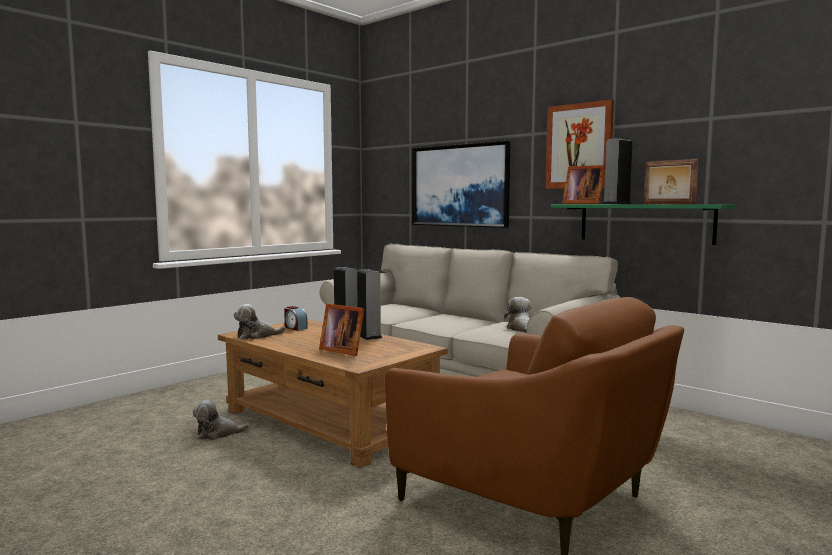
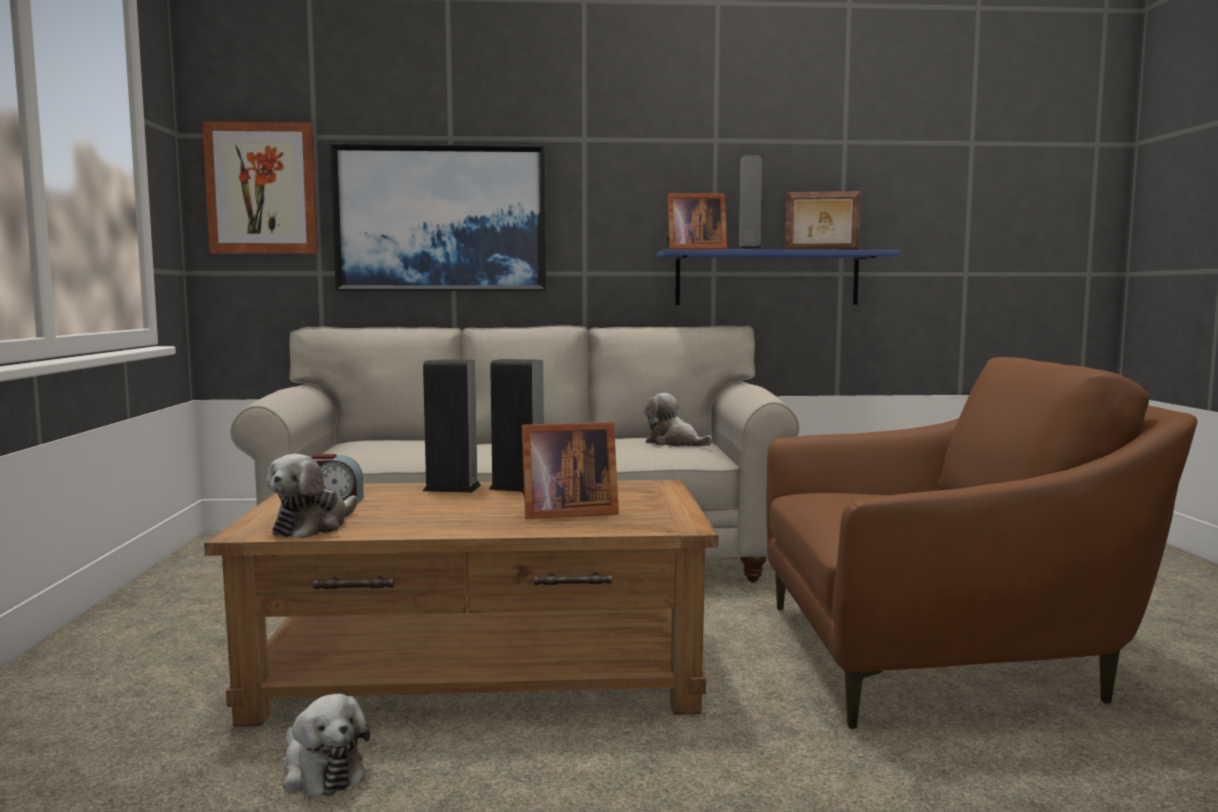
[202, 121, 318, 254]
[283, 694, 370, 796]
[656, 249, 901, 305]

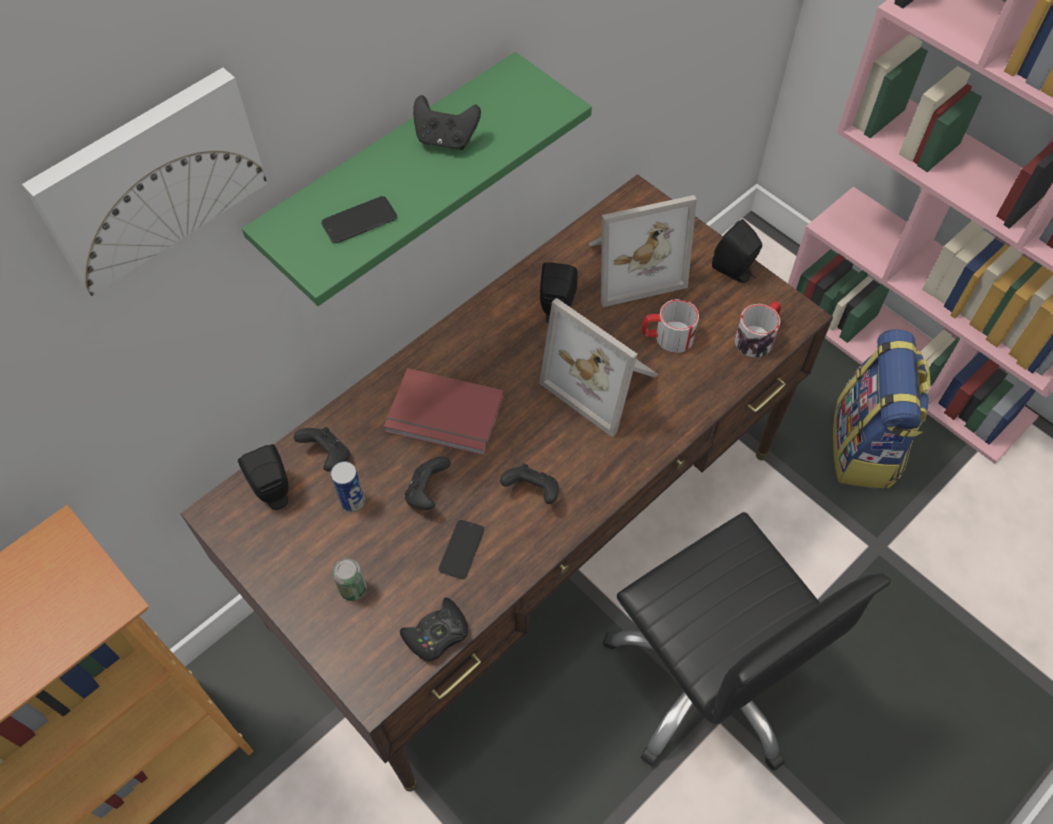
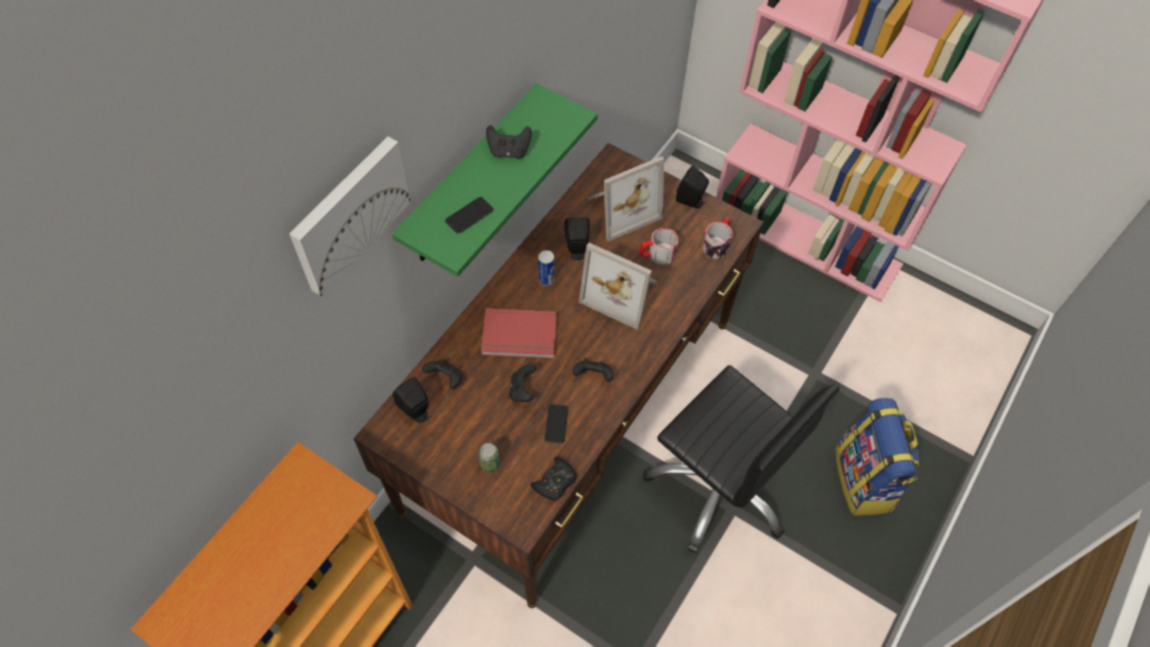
[538, 250, 554, 286]
[836, 398, 919, 515]

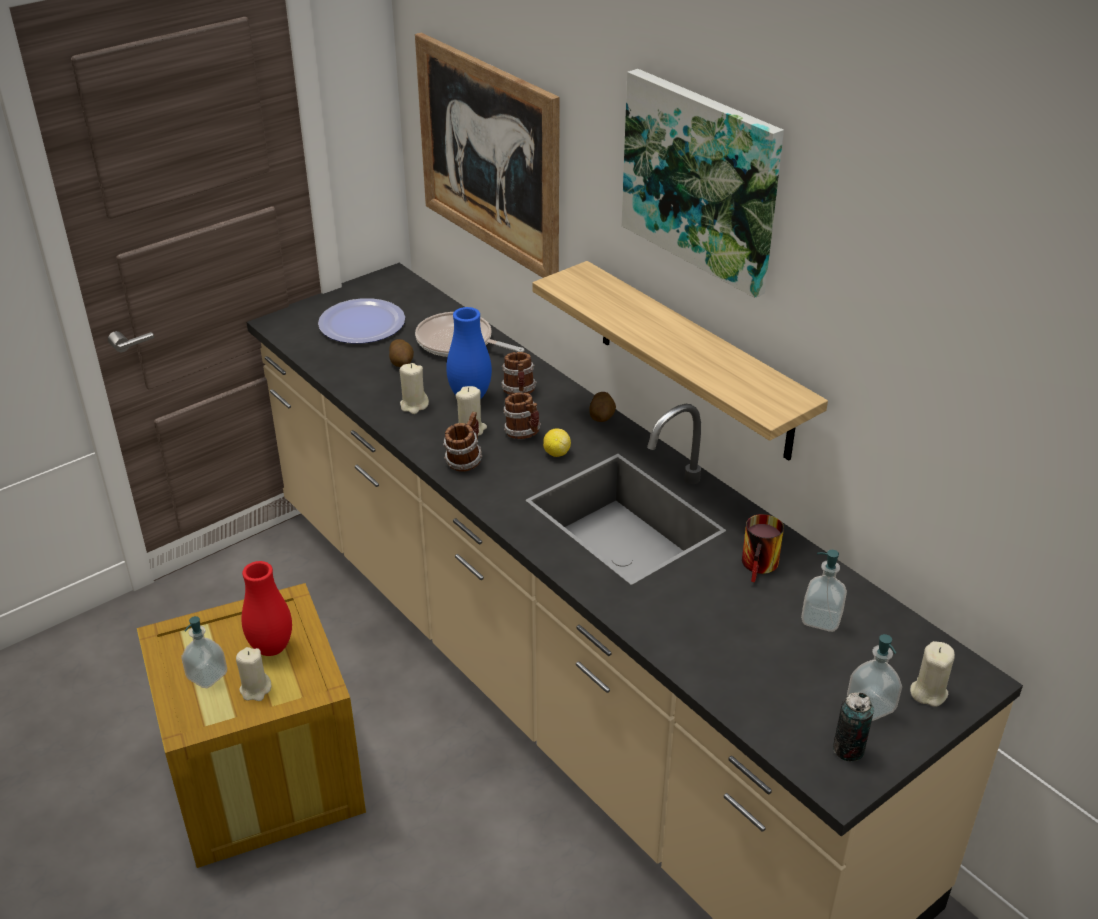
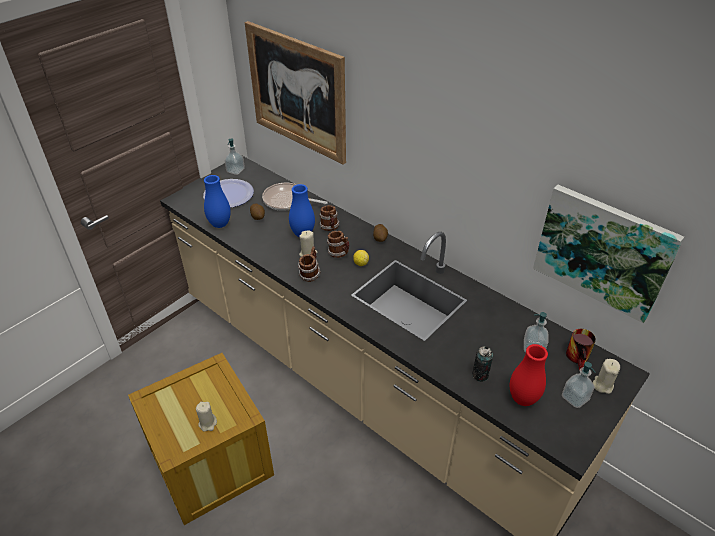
[204, 175, 231, 228]
[225, 139, 245, 175]
[472, 346, 493, 382]
[510, 344, 548, 406]
[533, 185, 684, 323]
[566, 329, 596, 371]
[399, 363, 429, 414] (first image)
[532, 261, 828, 461] (first image)

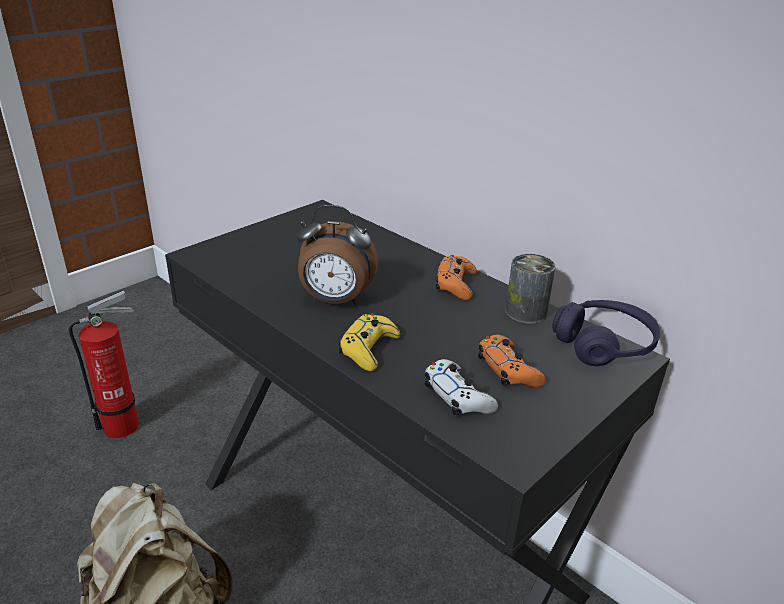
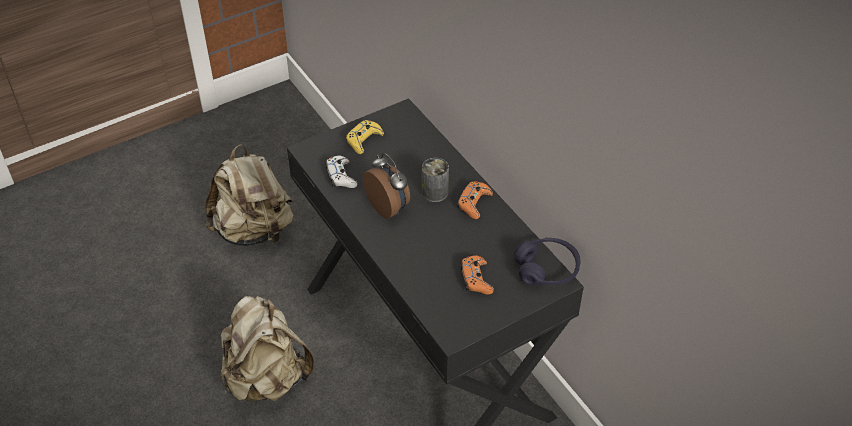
[204, 144, 294, 246]
[326, 155, 357, 188]
[346, 120, 384, 154]
[363, 153, 410, 219]
[422, 158, 449, 202]

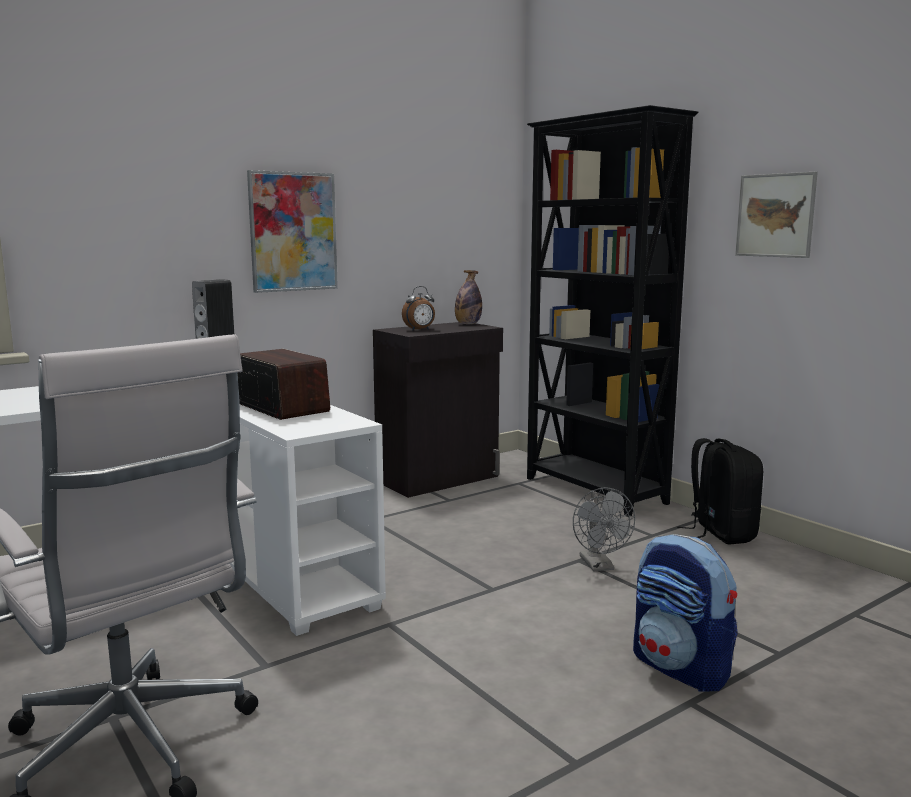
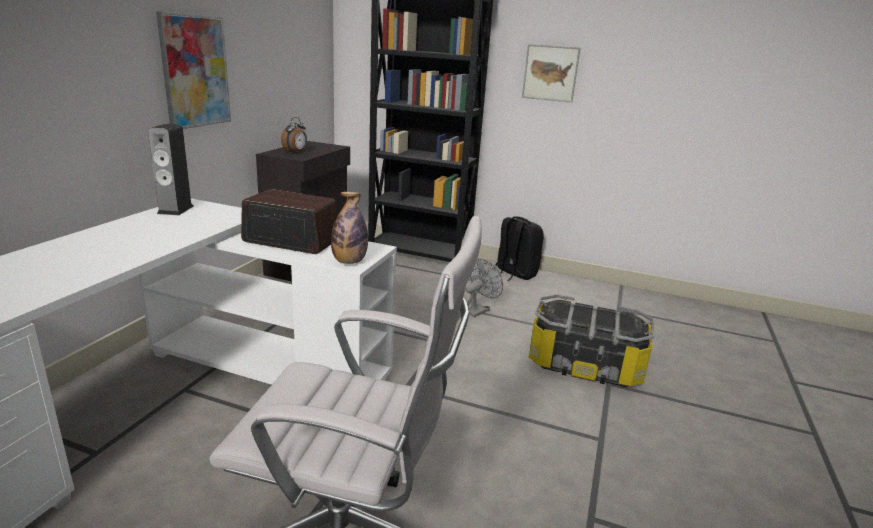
[331, 192, 368, 264]
[466, 259, 503, 317]
[529, 294, 654, 387]

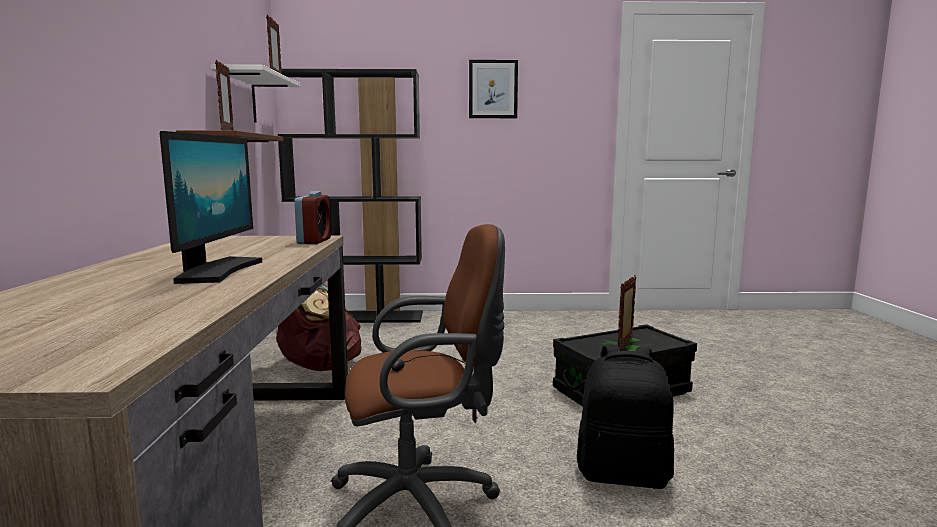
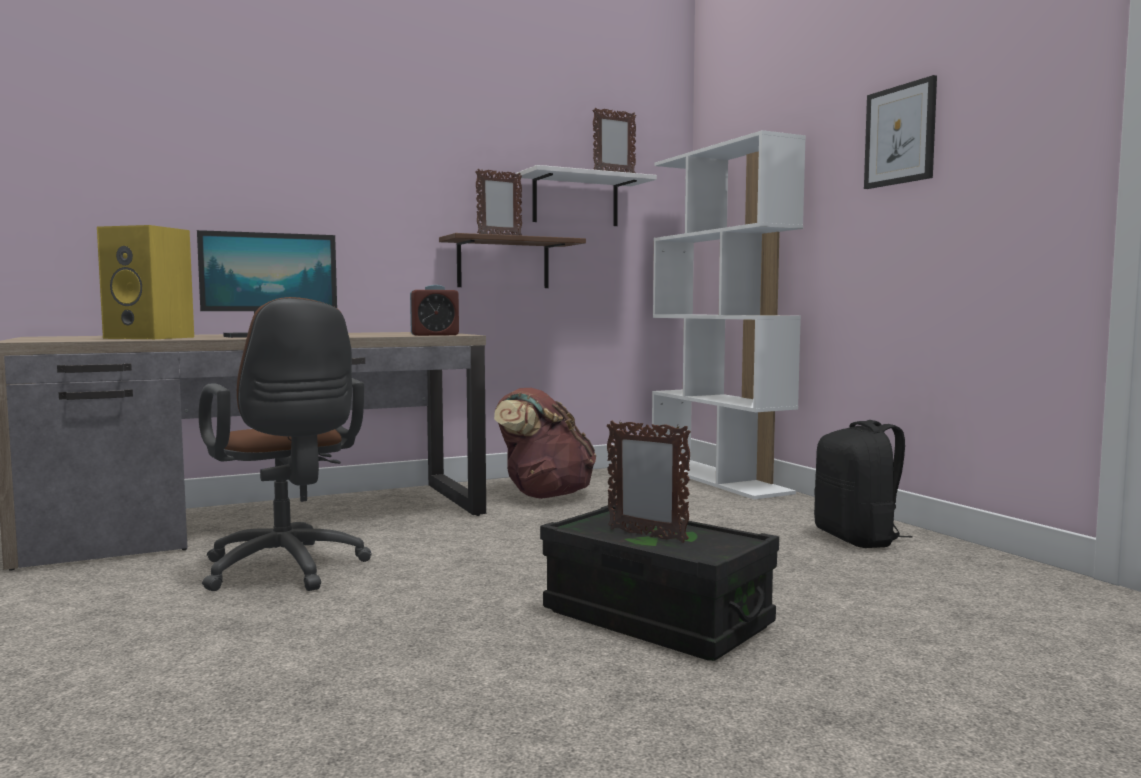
[97, 225, 194, 339]
[607, 421, 691, 543]
[652, 130, 806, 499]
[814, 420, 913, 548]

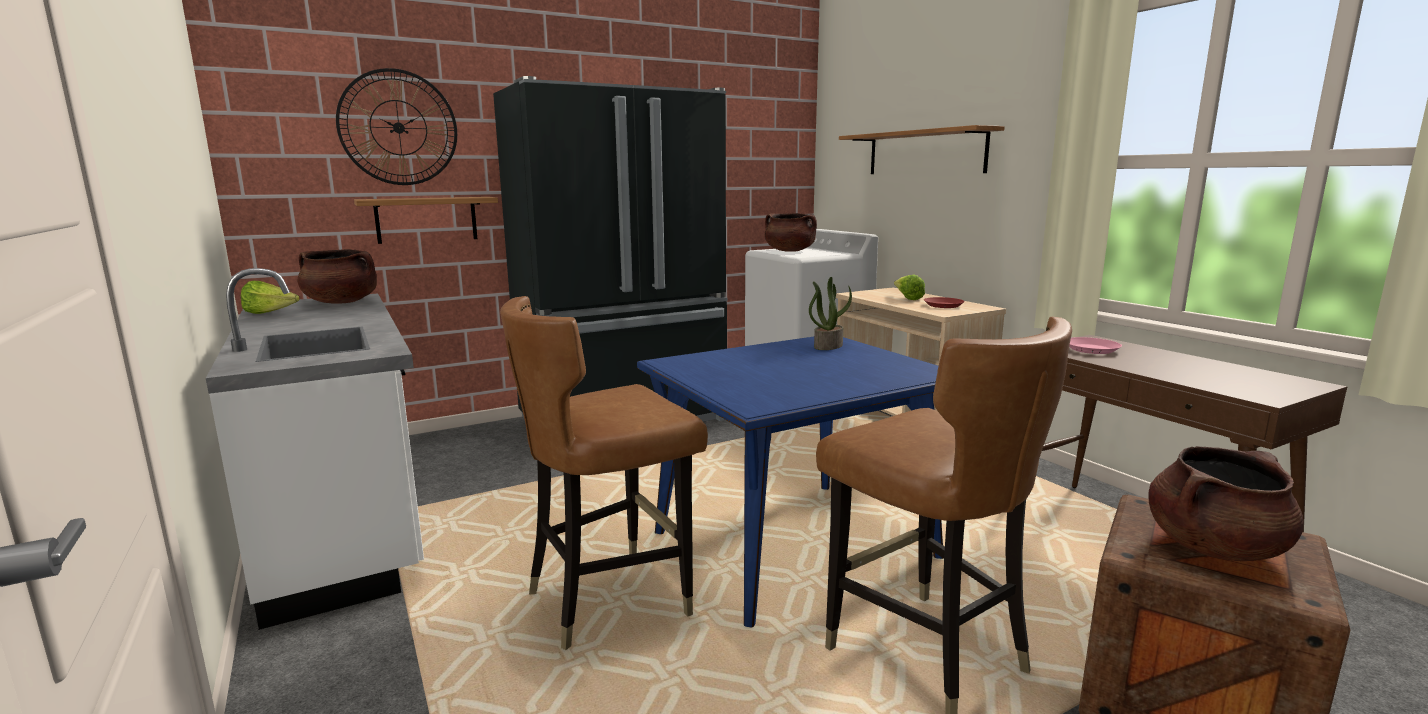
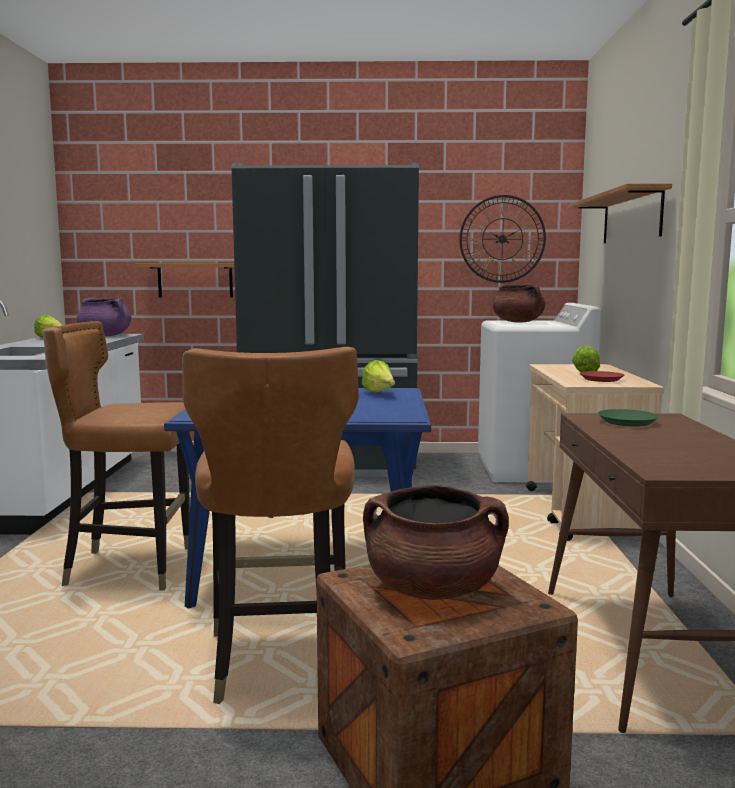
[77, 298, 131, 336]
[362, 360, 395, 392]
[459, 195, 546, 283]
[598, 409, 659, 427]

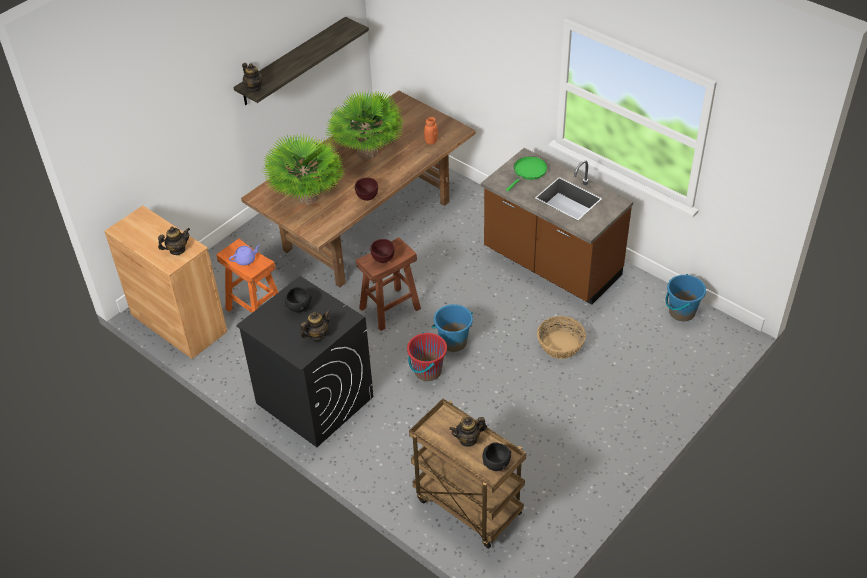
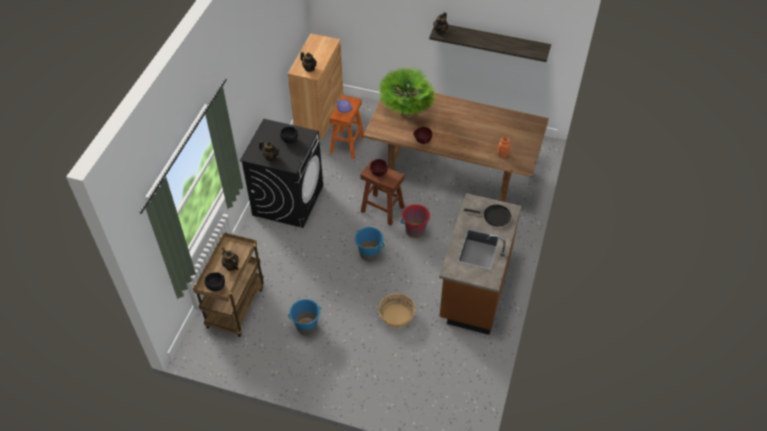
[288, 299, 322, 335]
[400, 204, 430, 238]
[464, 205, 511, 226]
[325, 90, 406, 160] (first image)

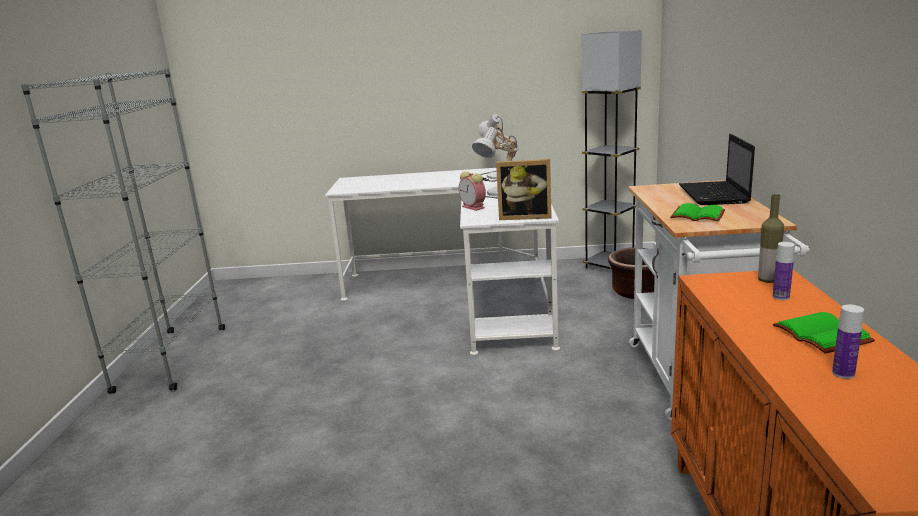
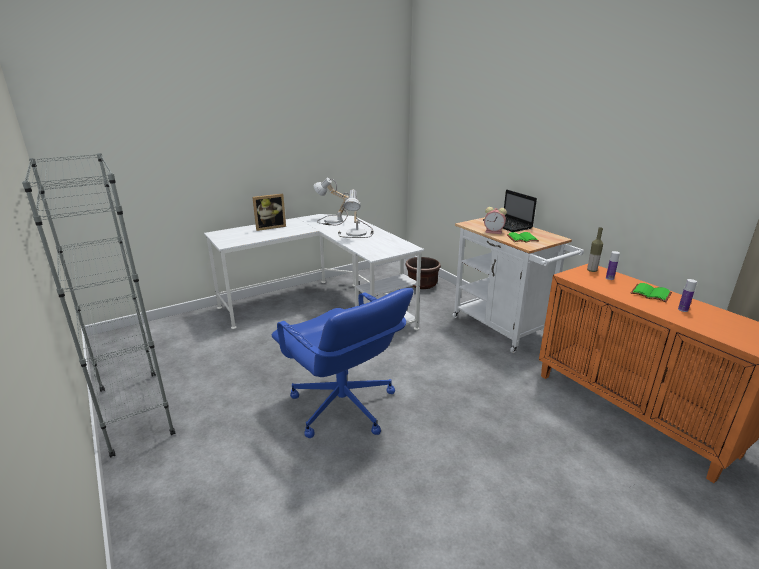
[252, 194, 286, 231]
[272, 288, 413, 438]
[484, 207, 507, 234]
[582, 30, 642, 269] (first image)

